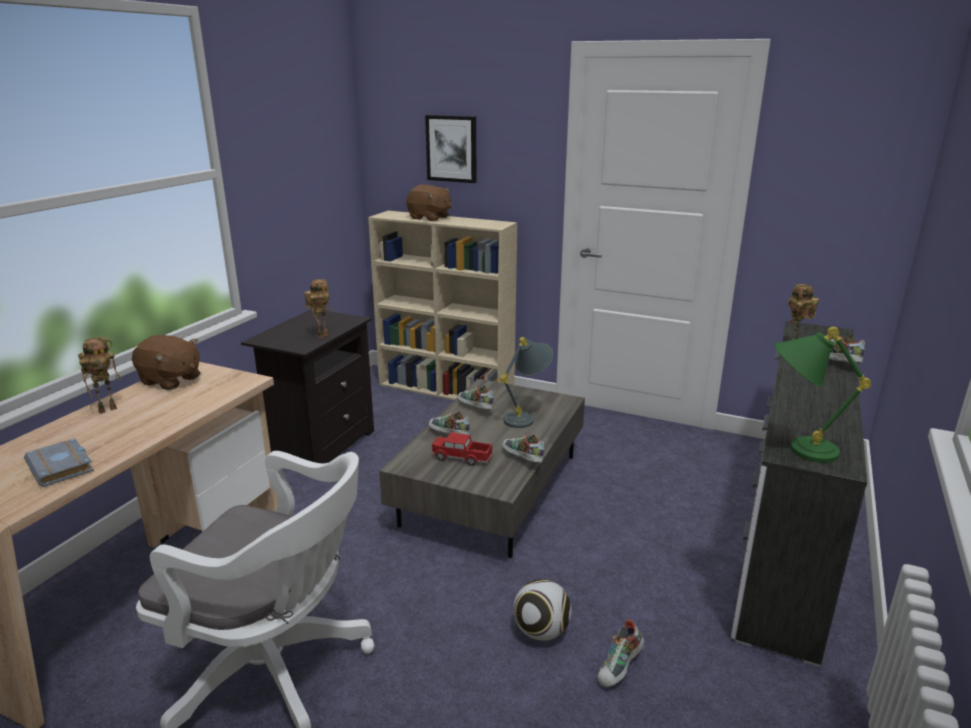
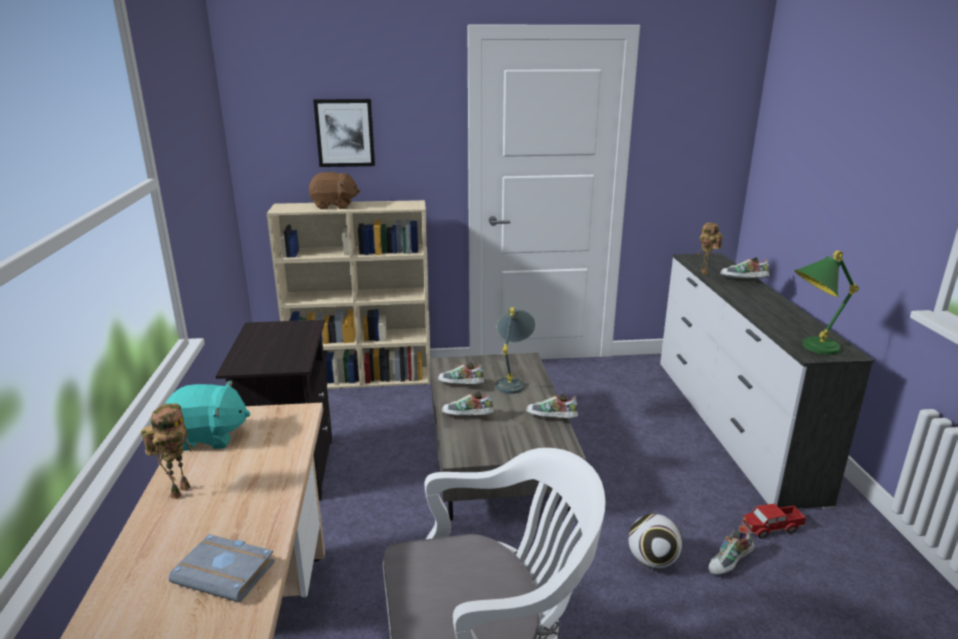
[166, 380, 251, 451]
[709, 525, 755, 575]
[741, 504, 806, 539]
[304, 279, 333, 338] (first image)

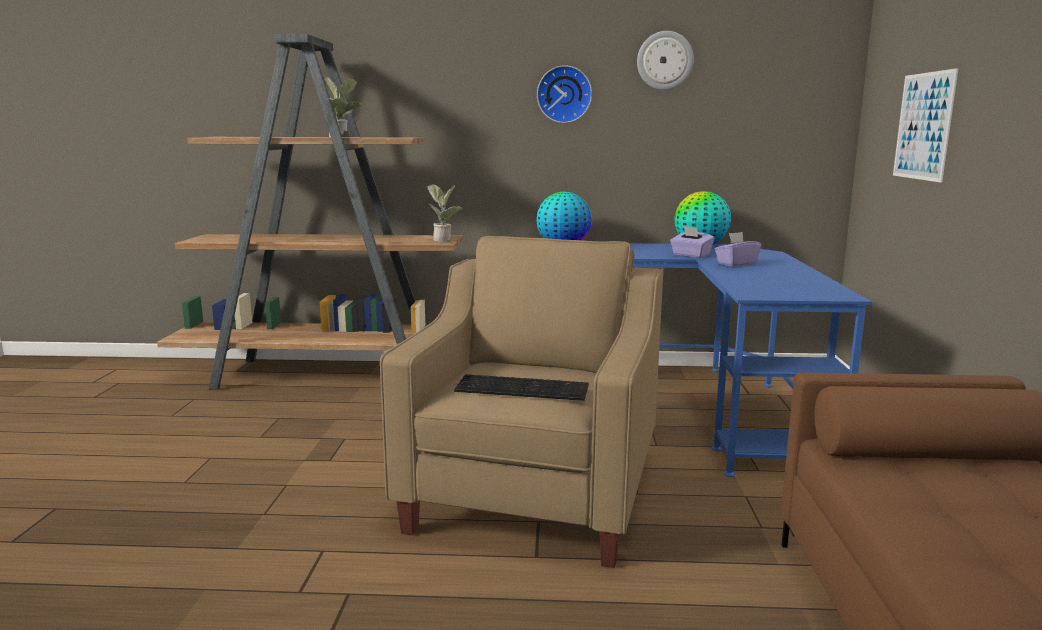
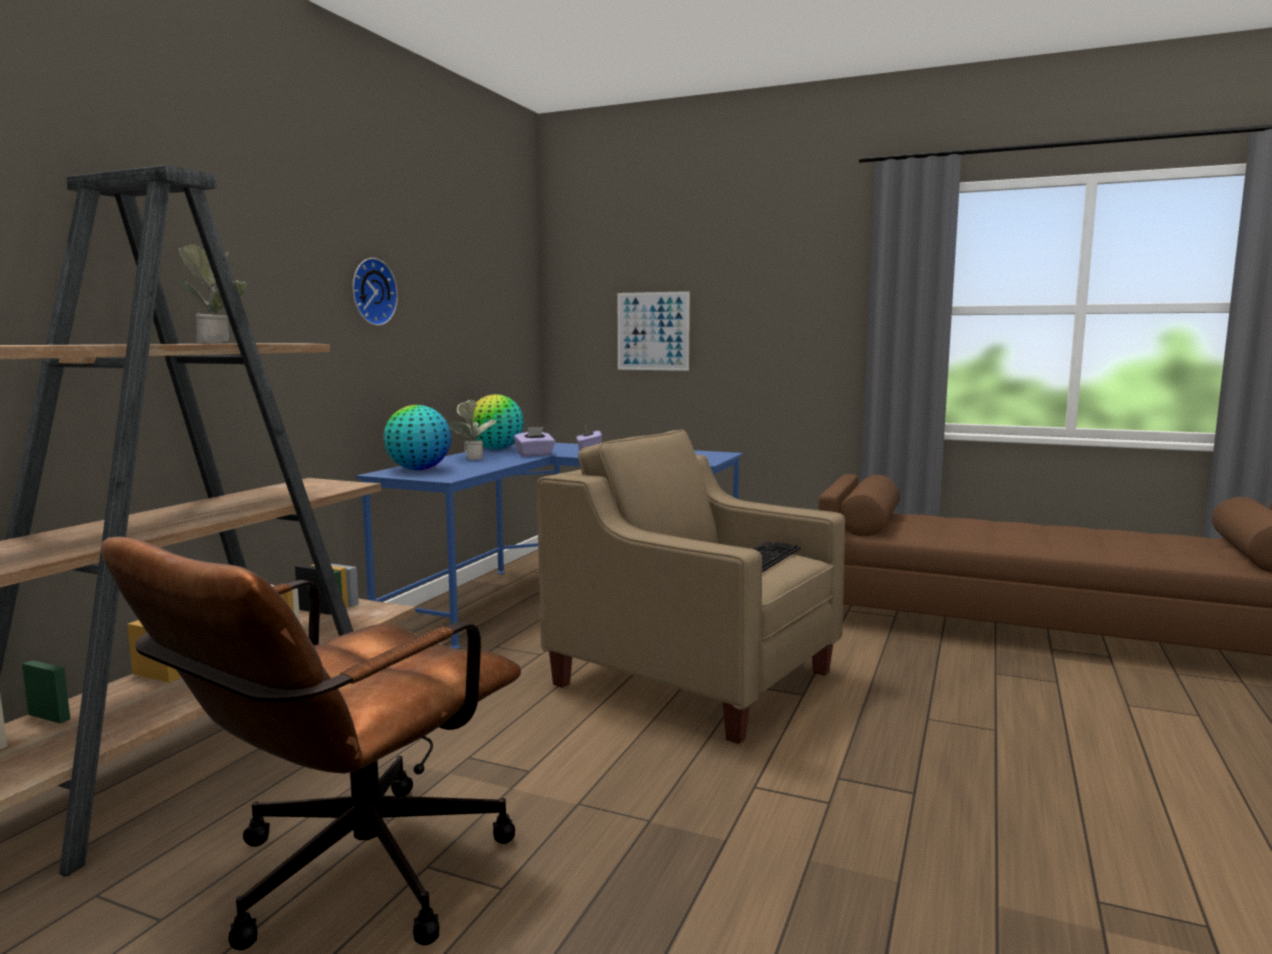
[101, 537, 521, 950]
[448, 400, 497, 460]
[637, 31, 694, 90] (first image)

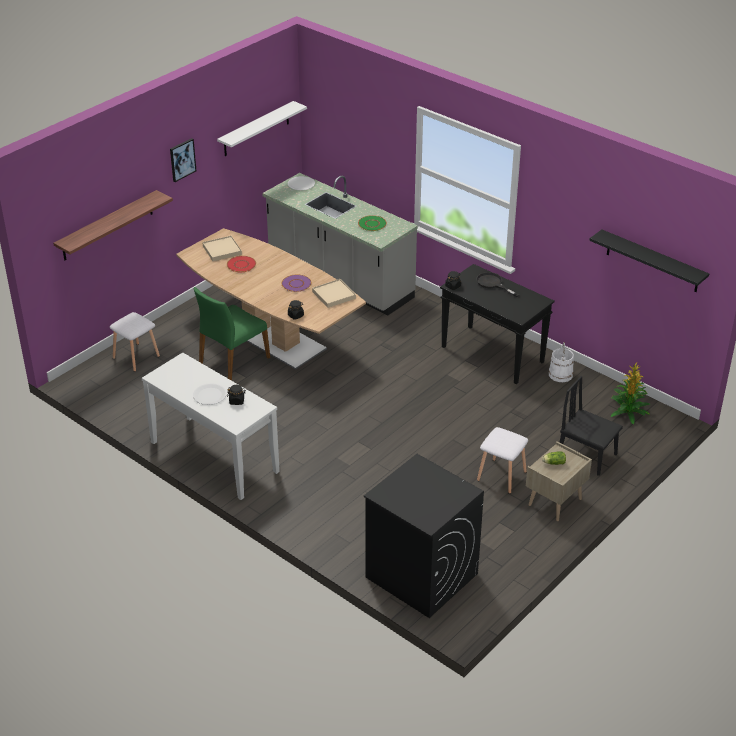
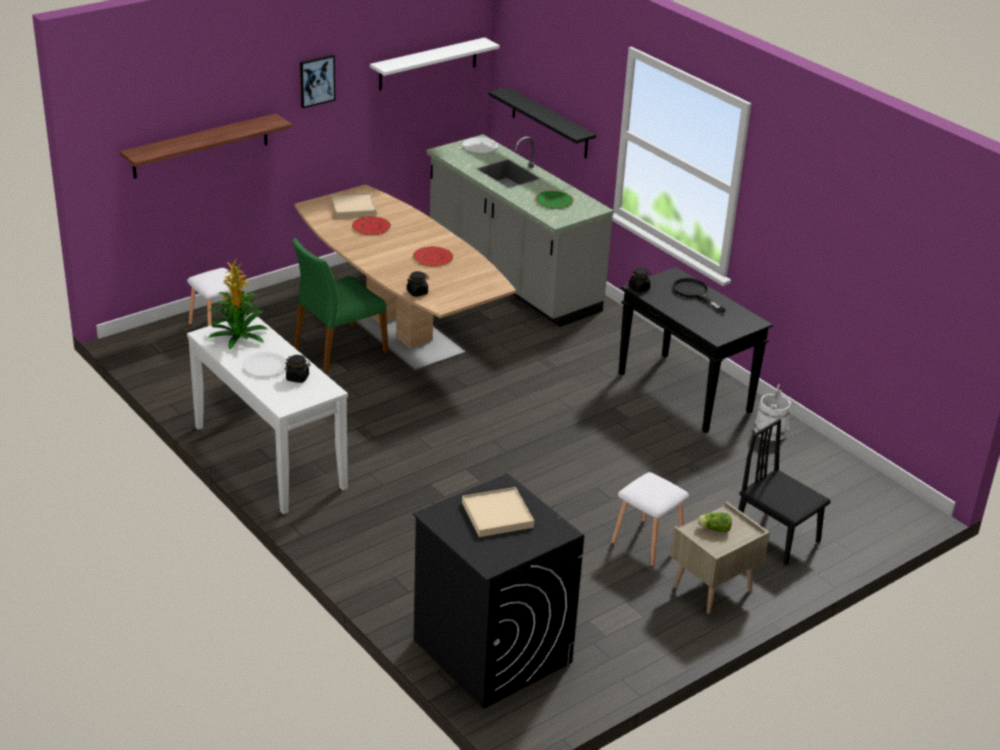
[209, 258, 268, 350]
[413, 246, 453, 267]
[462, 487, 534, 537]
[488, 87, 596, 158]

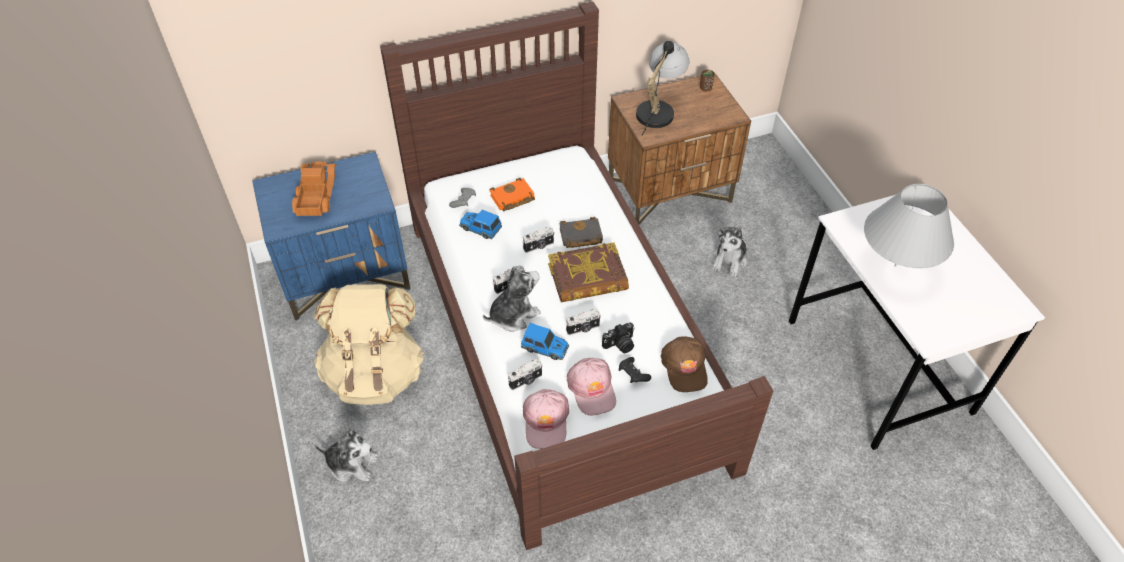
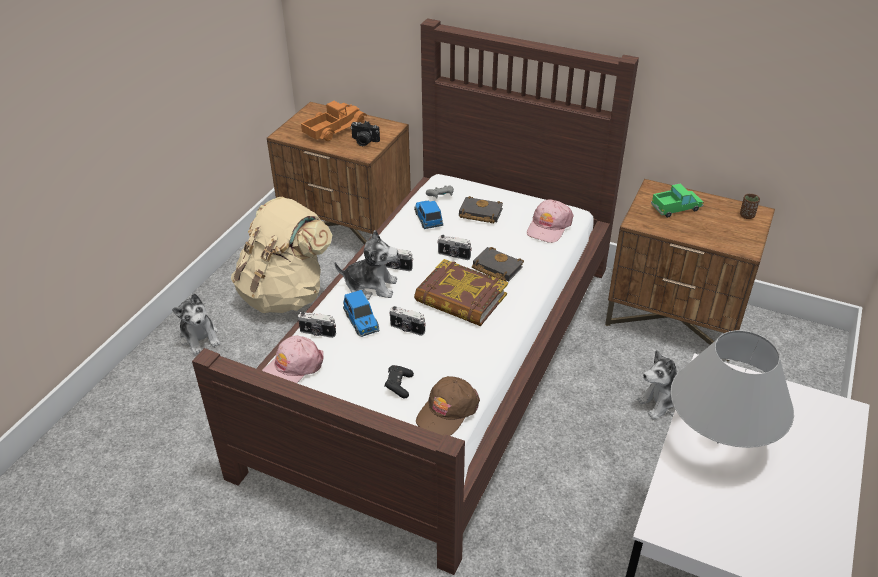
[267, 102, 411, 244]
[351, 121, 380, 146]
[459, 196, 503, 224]
[527, 200, 573, 243]
[651, 184, 704, 218]

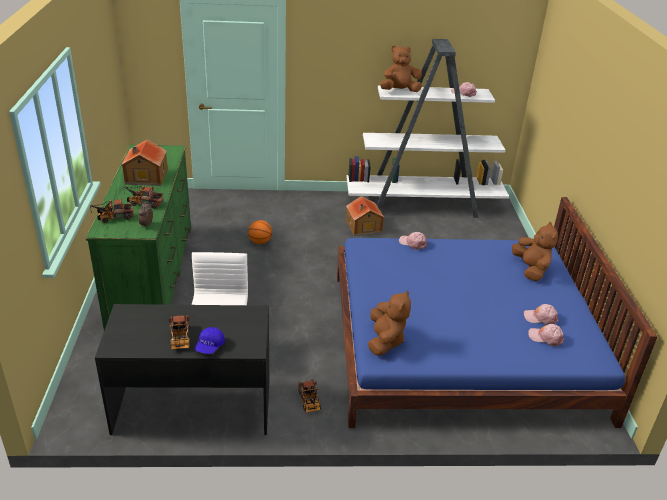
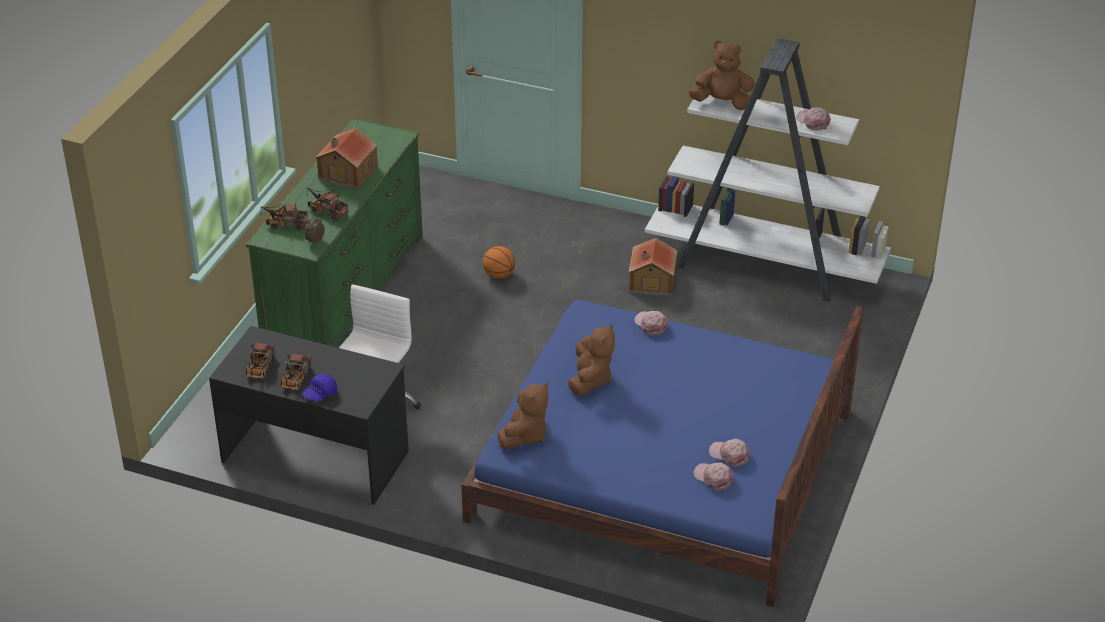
[246, 343, 275, 378]
[568, 323, 615, 395]

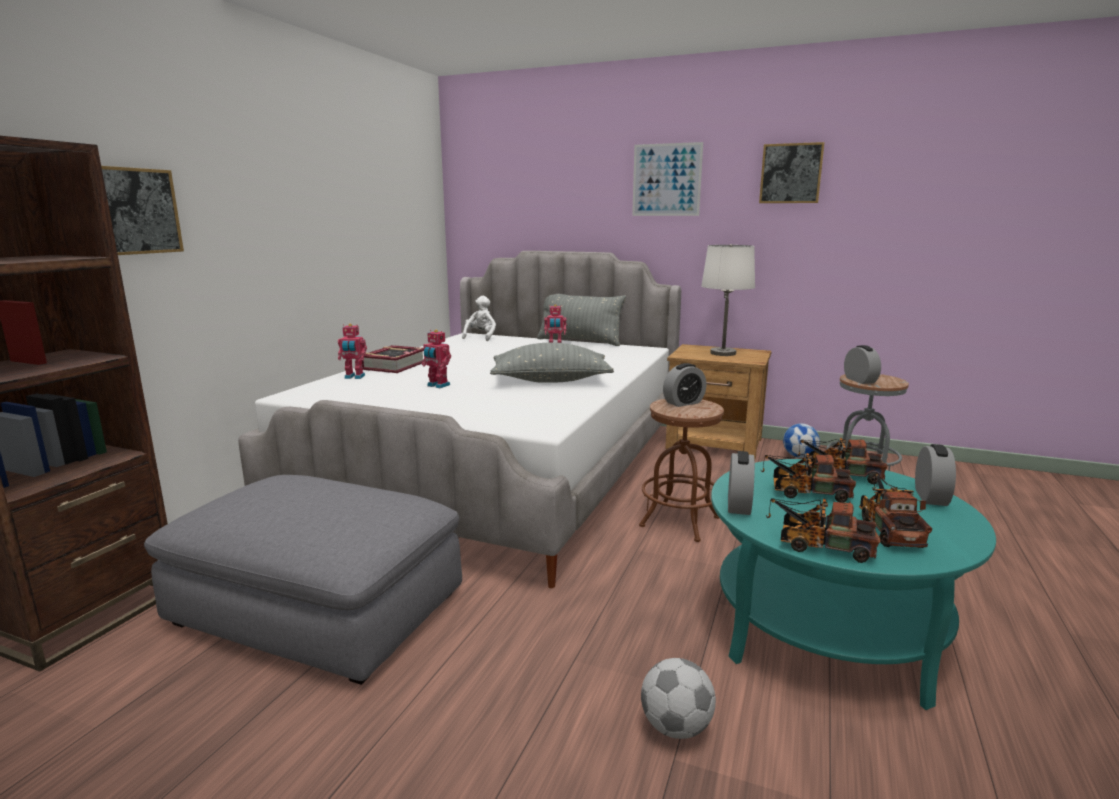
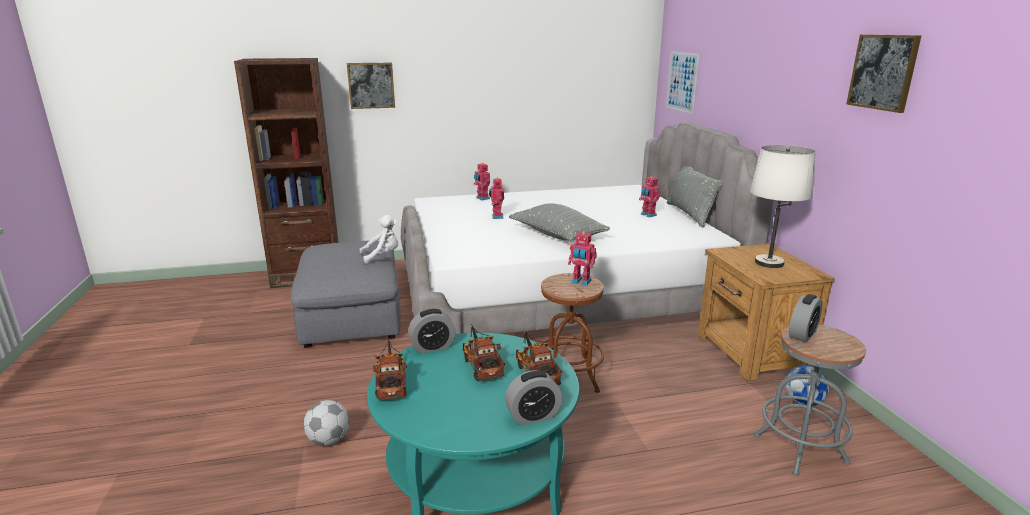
[359, 215, 399, 264]
[568, 231, 597, 286]
[666, 52, 699, 114]
[362, 345, 424, 373] (first image)
[859, 473, 932, 548] (first image)

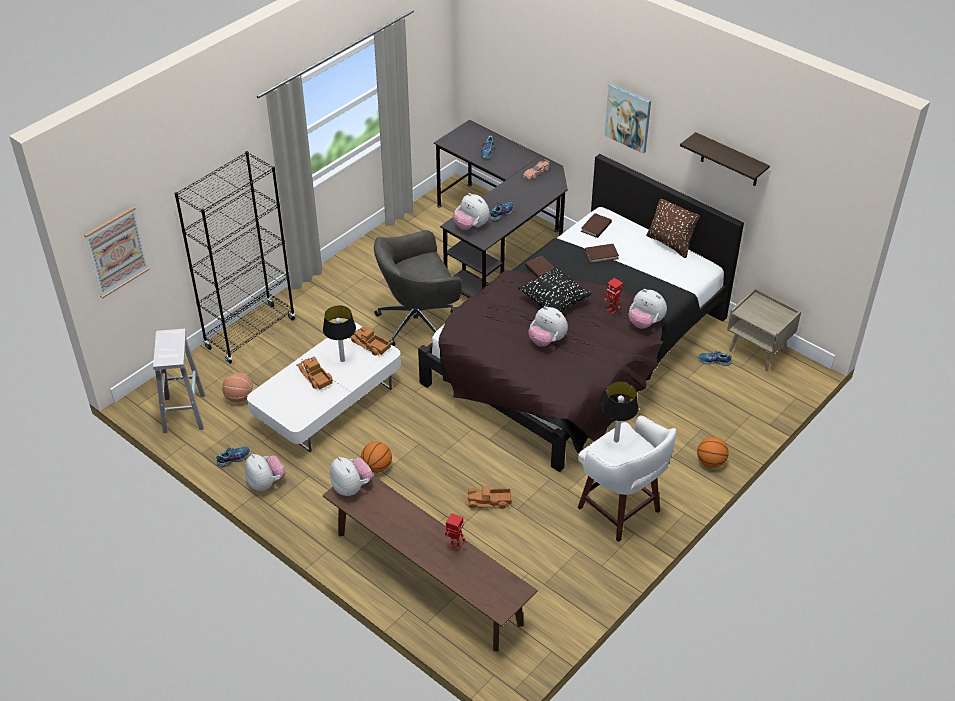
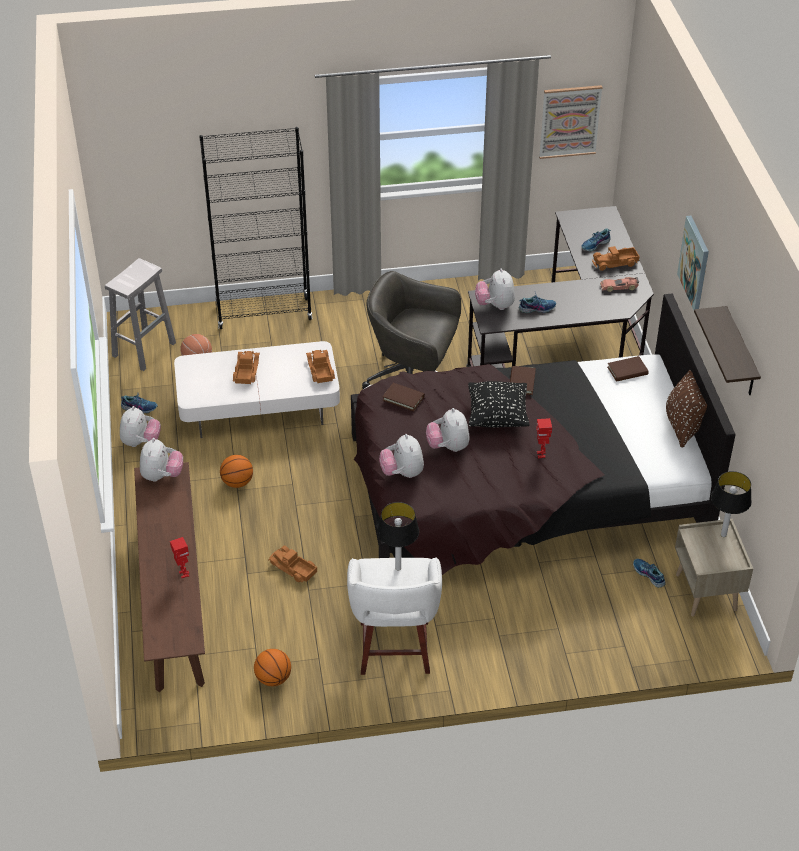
[254, 649, 291, 686]
[379, 434, 424, 478]
[382, 383, 425, 411]
[539, 85, 603, 159]
[592, 246, 640, 271]
[711, 471, 752, 537]

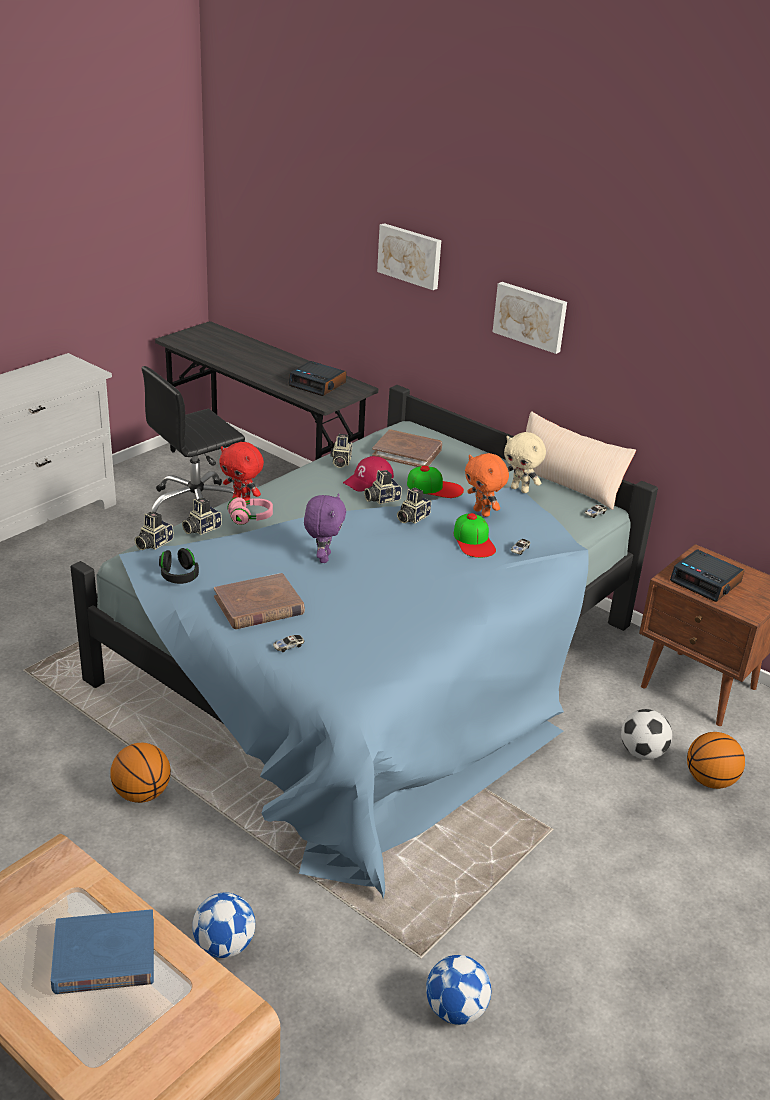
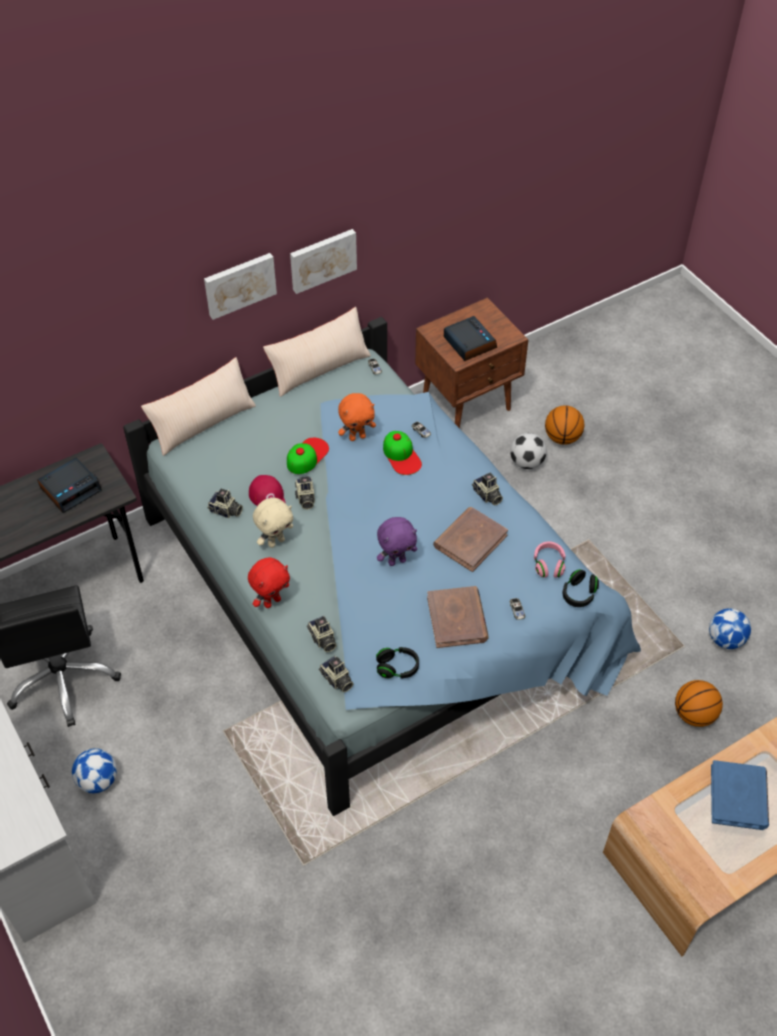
[72, 748, 117, 793]
[141, 357, 256, 456]
[253, 498, 293, 548]
[290, 229, 357, 294]
[377, 517, 417, 566]
[383, 431, 422, 475]
[433, 507, 508, 572]
[444, 316, 497, 361]
[472, 473, 503, 505]
[534, 541, 566, 578]
[562, 569, 599, 607]
[675, 680, 723, 727]

